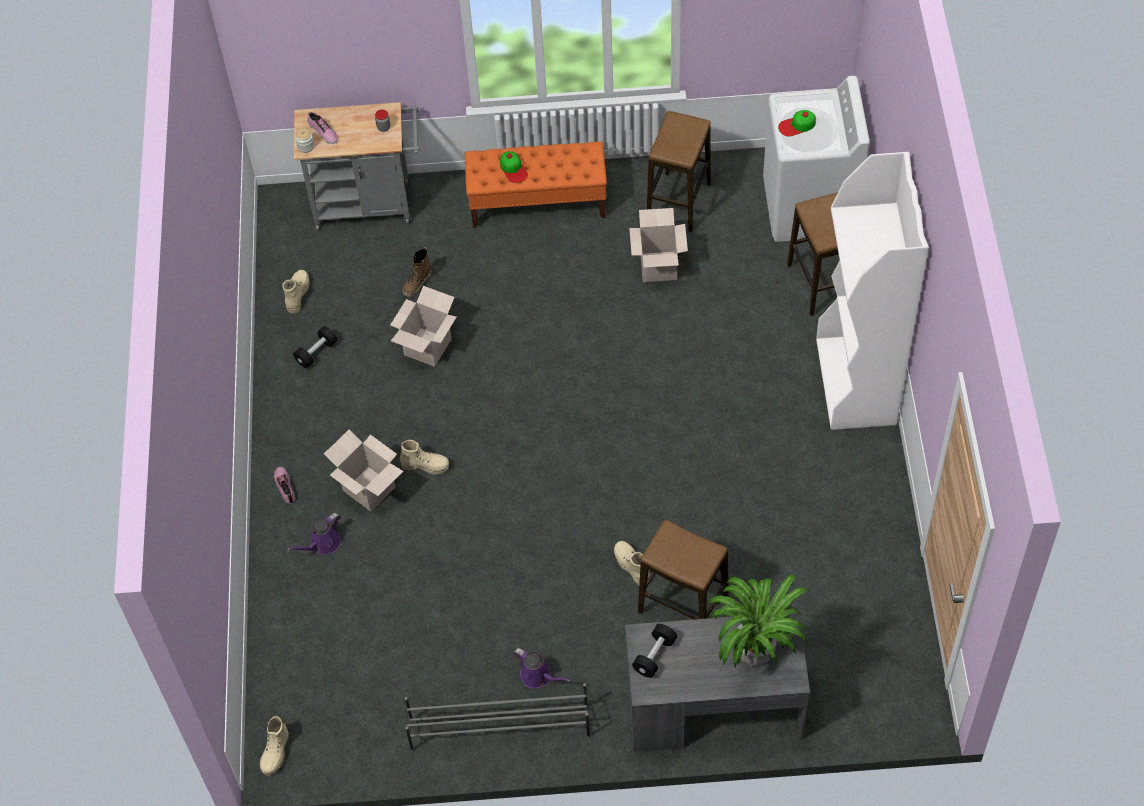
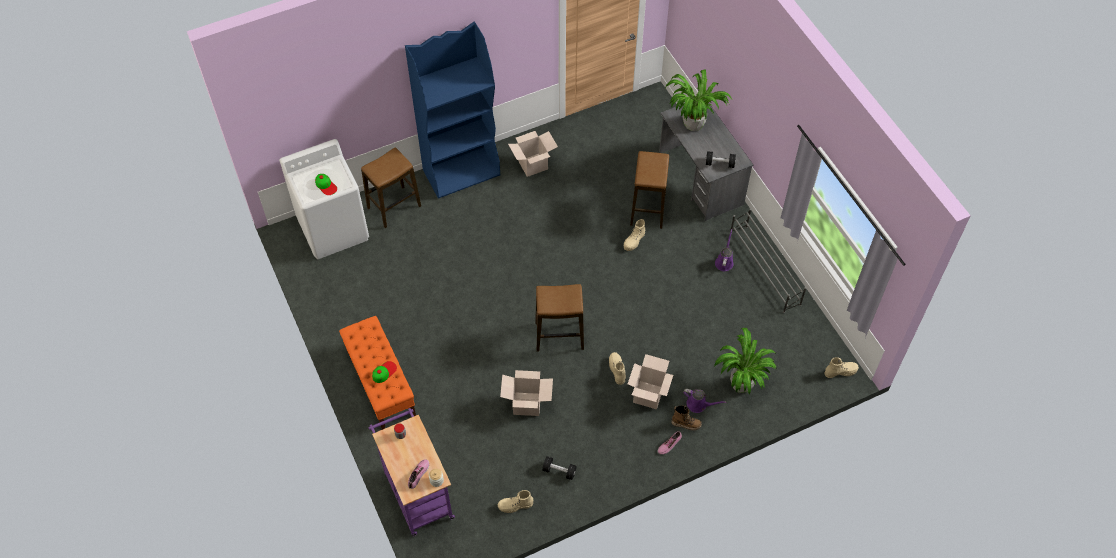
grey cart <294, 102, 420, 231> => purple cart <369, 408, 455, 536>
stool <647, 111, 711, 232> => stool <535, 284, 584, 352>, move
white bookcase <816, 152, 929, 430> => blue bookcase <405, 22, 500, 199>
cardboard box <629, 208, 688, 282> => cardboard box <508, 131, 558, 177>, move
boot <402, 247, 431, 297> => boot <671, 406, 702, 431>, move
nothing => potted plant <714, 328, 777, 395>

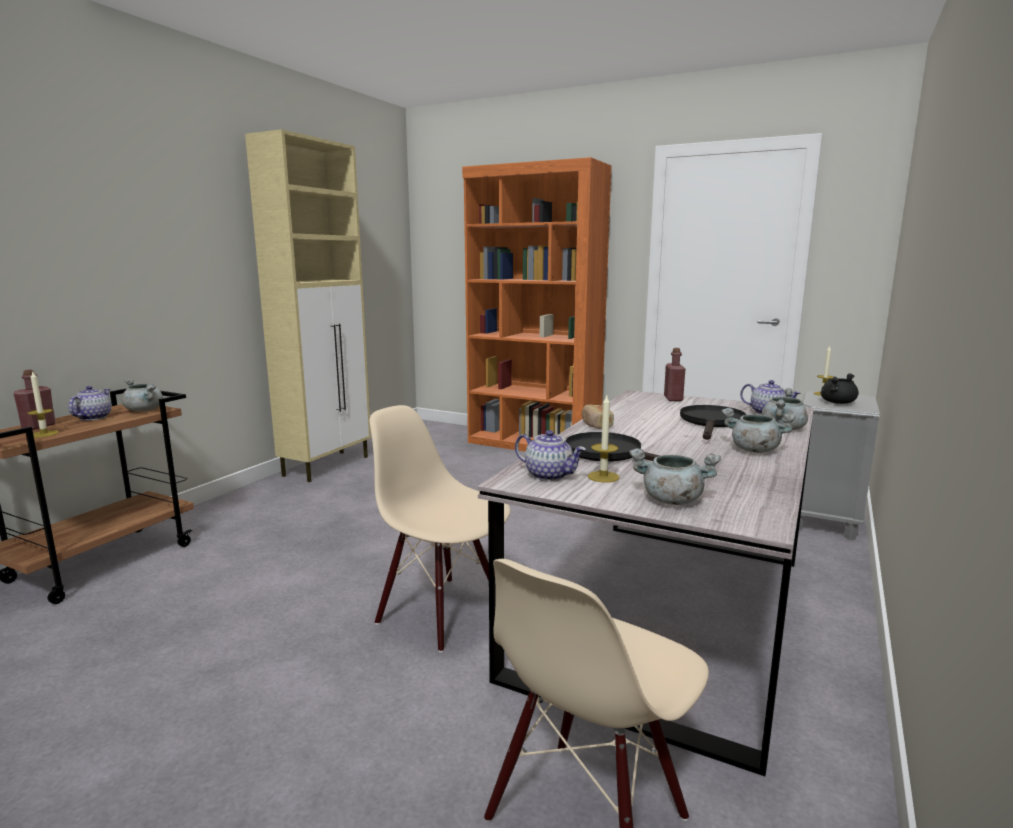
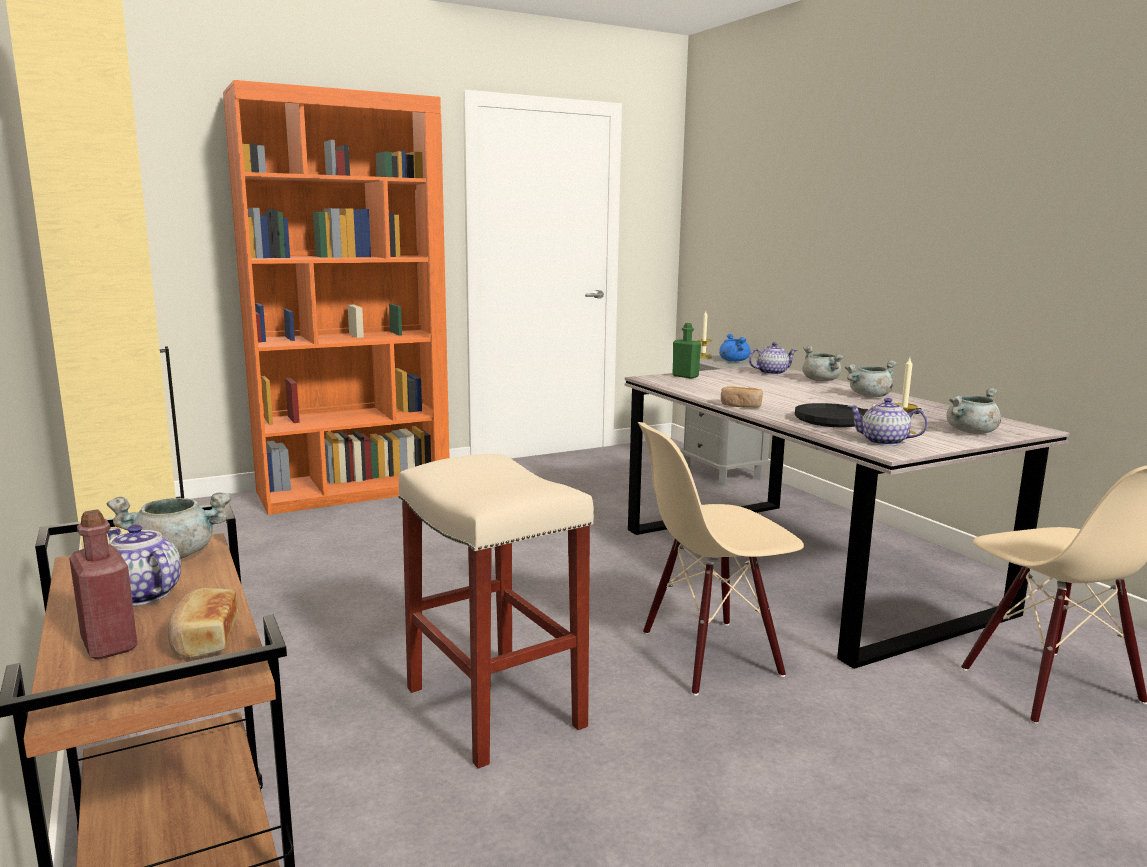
red bottle <664, 348, 685, 401> => green bottle <672, 323, 701, 379>
candle <28, 371, 59, 438> => bread <168, 588, 238, 659>
black cooking pot <821, 373, 859, 404> => blue cooking pot <719, 334, 751, 362>
black frying pan <680, 405, 746, 440> => nothing
teapot <515, 430, 586, 481> => teapot <847, 398, 928, 446>, 135 degrees counterclockwise
nothing => beige stool <399, 454, 594, 769>

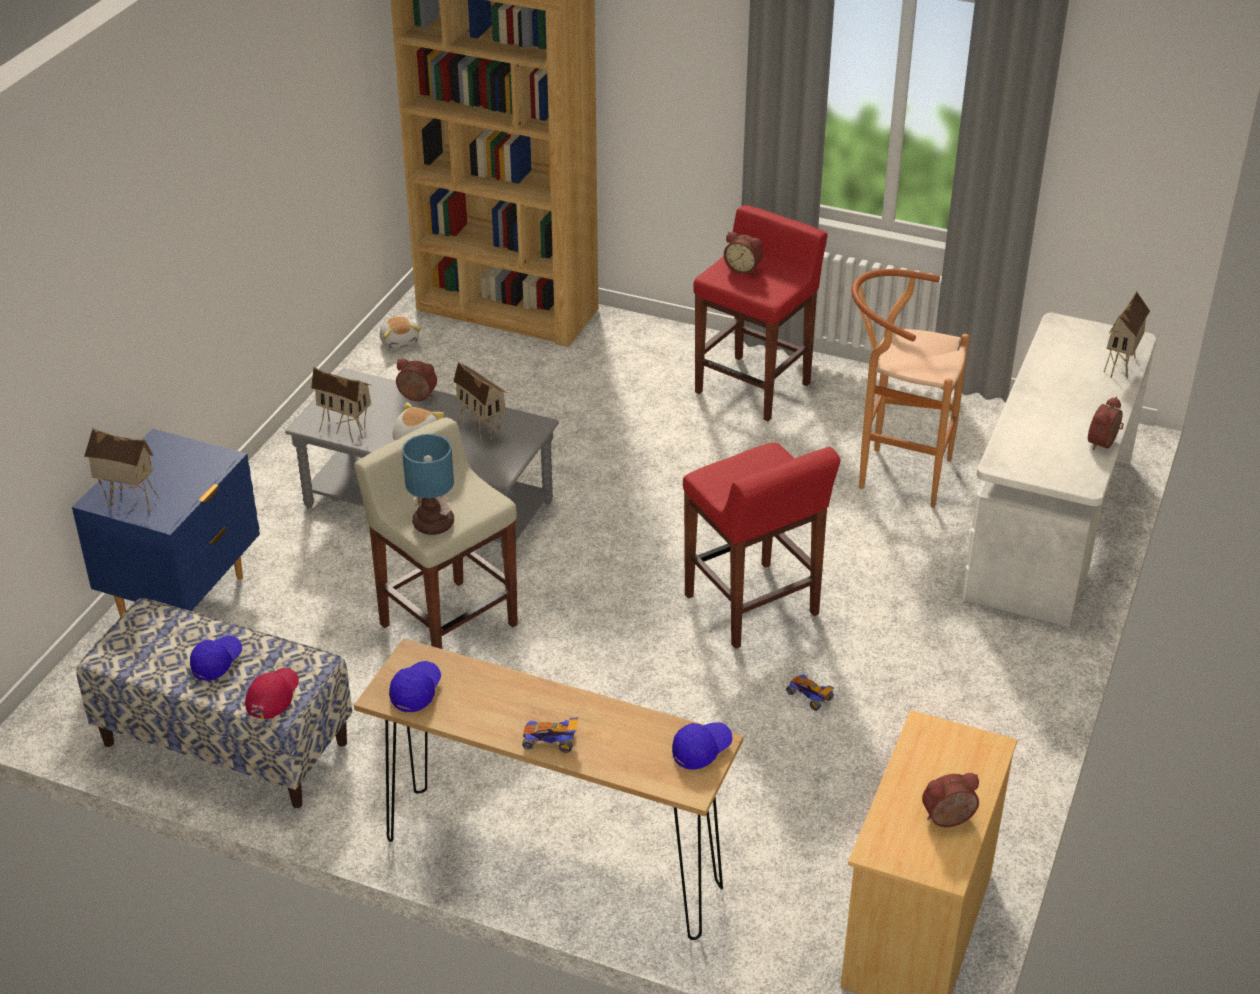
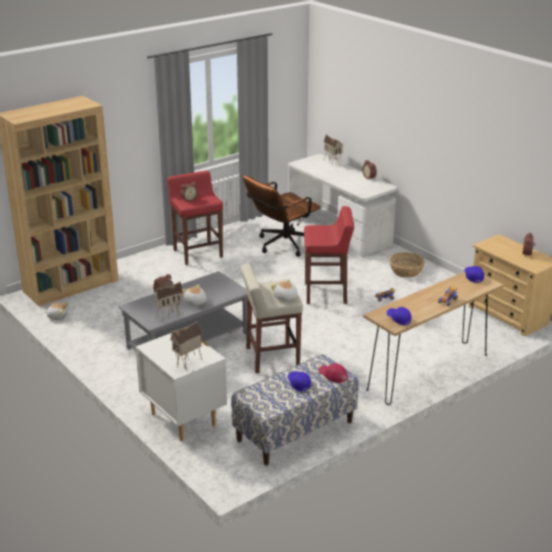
brown stool <851, 269, 969, 508> => brown office chair <243, 176, 320, 257>
toy house <453, 361, 507, 444> => nothing
blue nightstand <72, 429, 260, 617> => white nightstand <136, 333, 227, 441>
table lamp <402, 434, 454, 535> => plush toy <271, 279, 298, 302>
nothing => basket <389, 252, 425, 278>

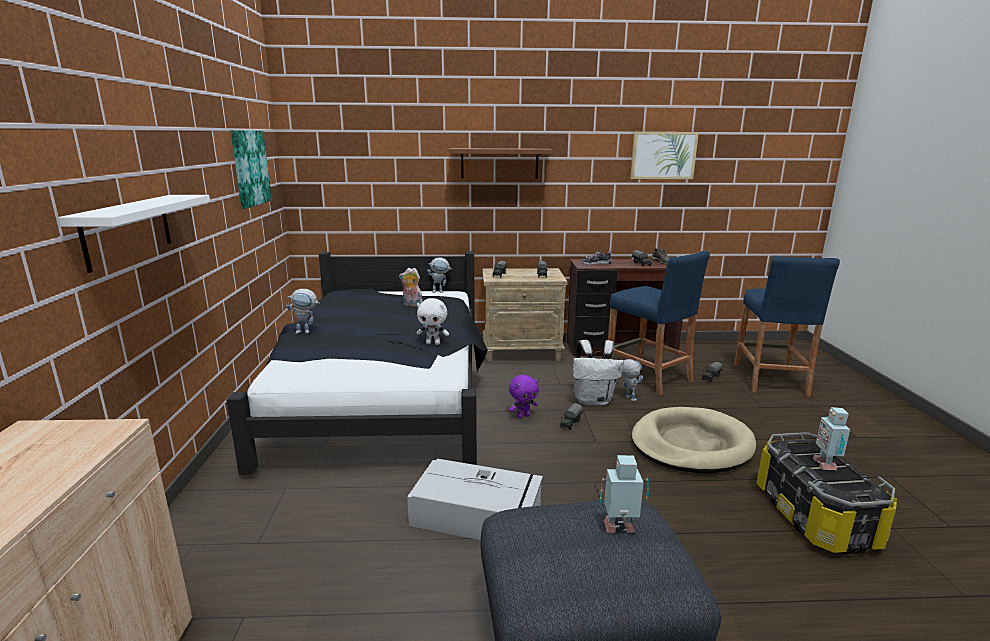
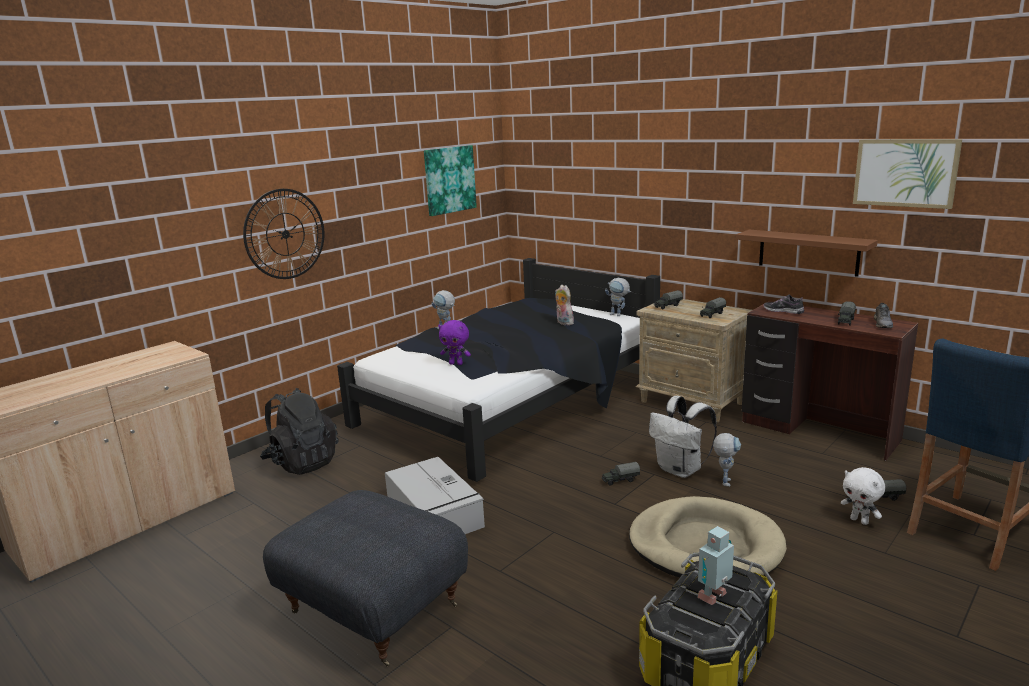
brown shelf <449, 148, 553, 178> => brown shelf <736, 229, 878, 277>, move
white shelf <58, 195, 210, 273> => wall clock <243, 189, 324, 279>
blue stool <608, 251, 710, 396> => nothing
white plush toy <417, 298, 449, 345> => white plush toy <841, 467, 885, 525>, move
purple plush toy <509, 375, 539, 418> => purple plush toy <438, 320, 471, 365>, move
toy robot <600, 455, 650, 533> => nothing
nothing => black backpack <260, 388, 338, 475>

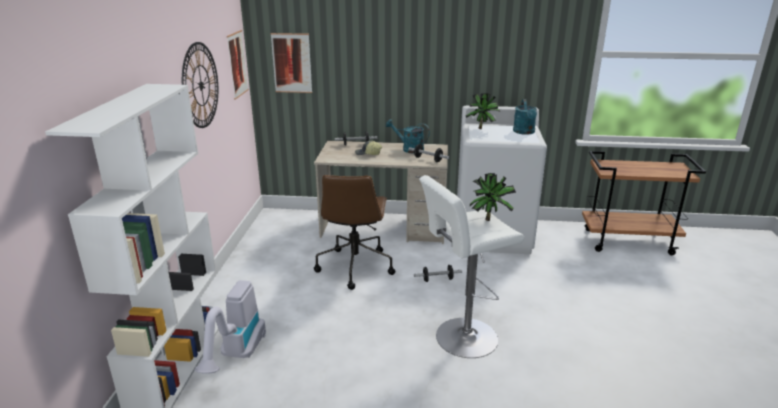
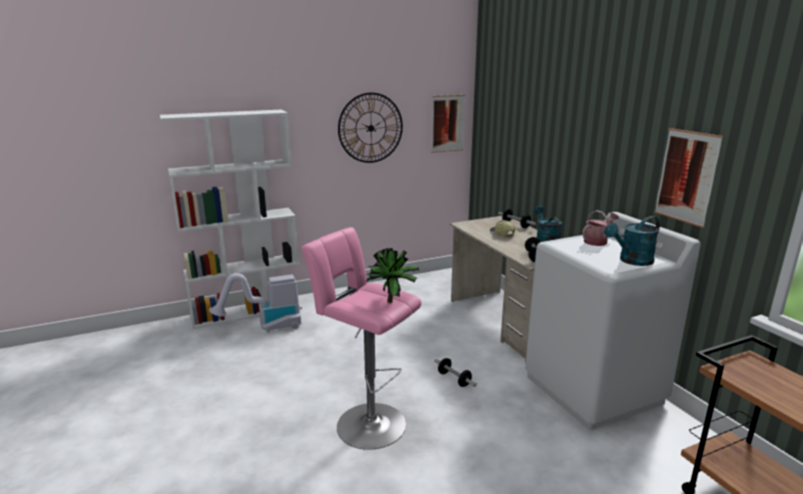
picture <270, 33, 312, 93> => picture <654, 128, 723, 228>, move
potted plant <466, 93, 500, 129> => watering can <582, 210, 619, 246>
brown office chair <314, 175, 395, 290> => nothing
white stool <419, 175, 524, 358> => pink stool <301, 227, 422, 450>

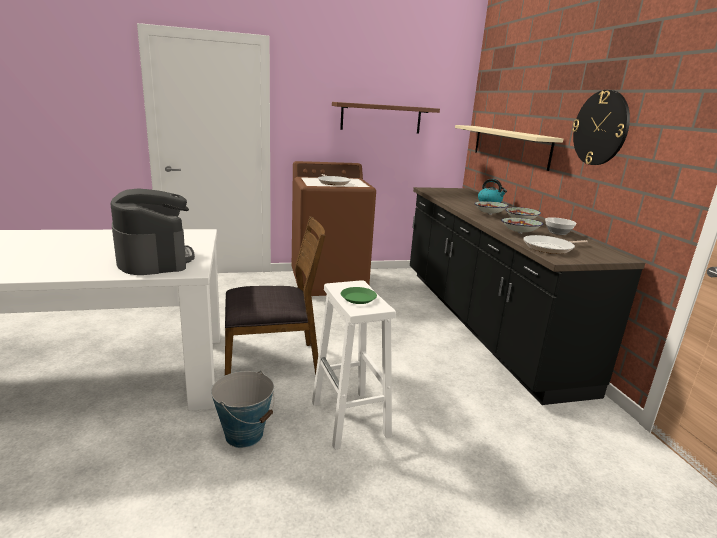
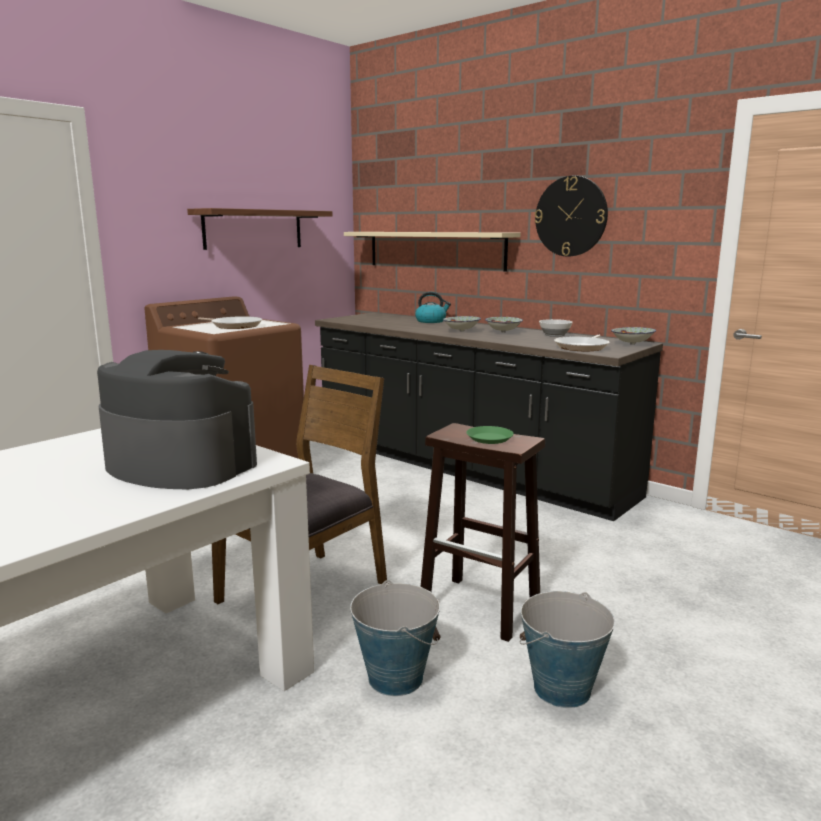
bowl <501, 218, 543, 234> => bowl <611, 327, 656, 345>, move
white stool <312, 280, 396, 450> => brown stool <421, 423, 545, 642>
nothing => bucket <520, 591, 615, 708>

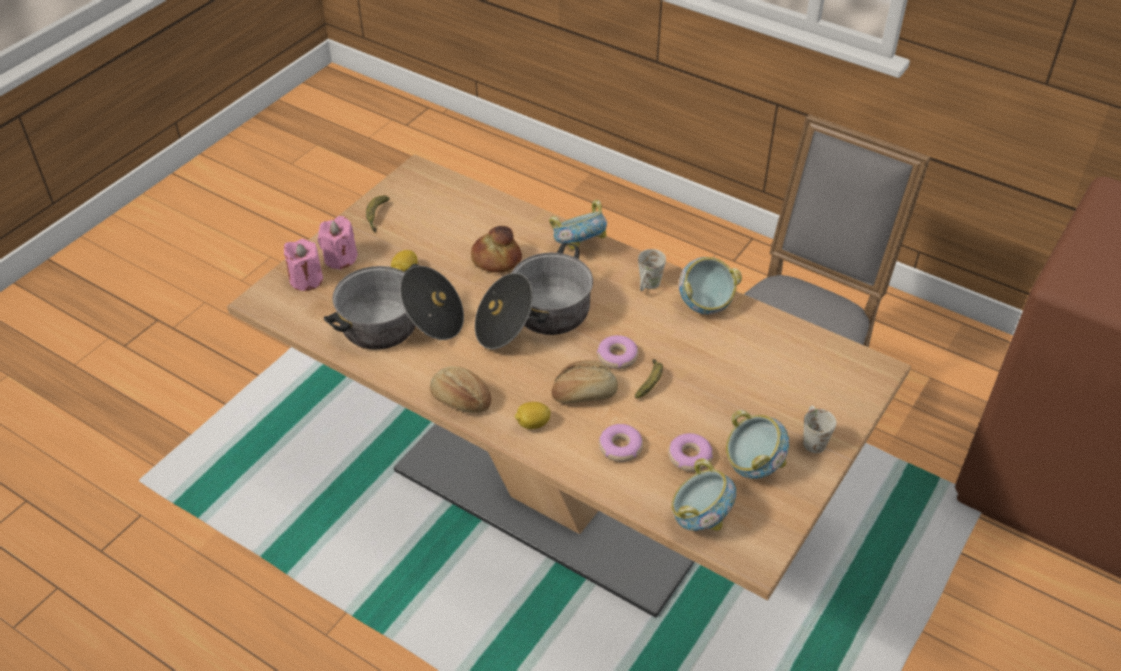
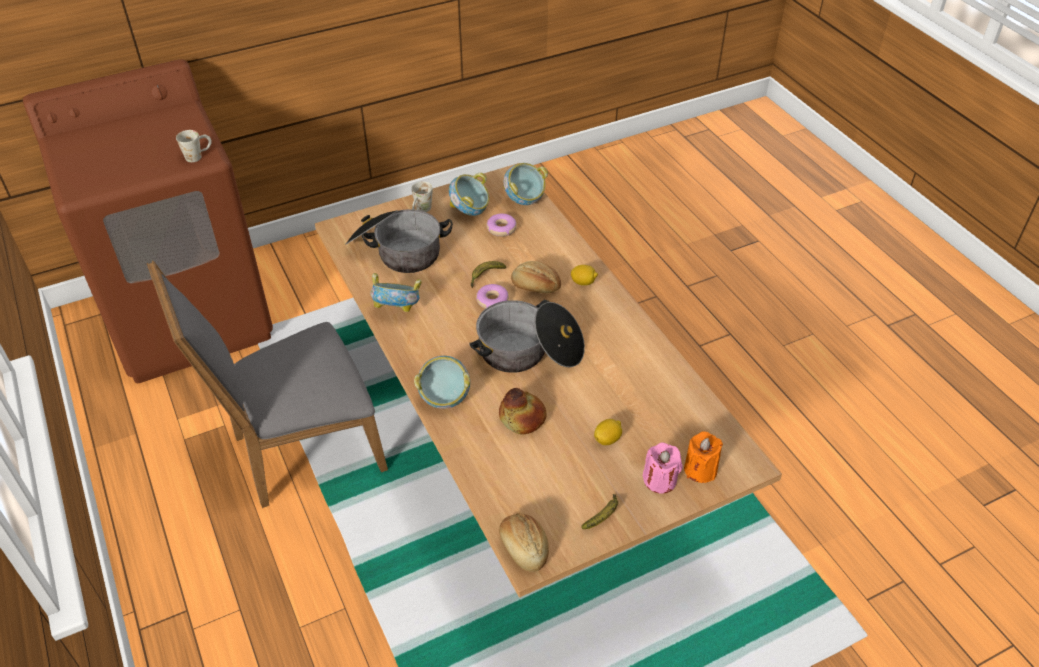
pink candle <284, 239, 323, 291> => orange candle <684, 431, 723, 483>
white mug <638, 249, 666, 291> => white mug <176, 130, 212, 162>, move
cooking pot <324, 264, 464, 350> => cooking pot <345, 209, 453, 273>, move
bread <430, 366, 491, 413> => bread <499, 514, 549, 572>, move
donut <599, 424, 643, 462> => nothing

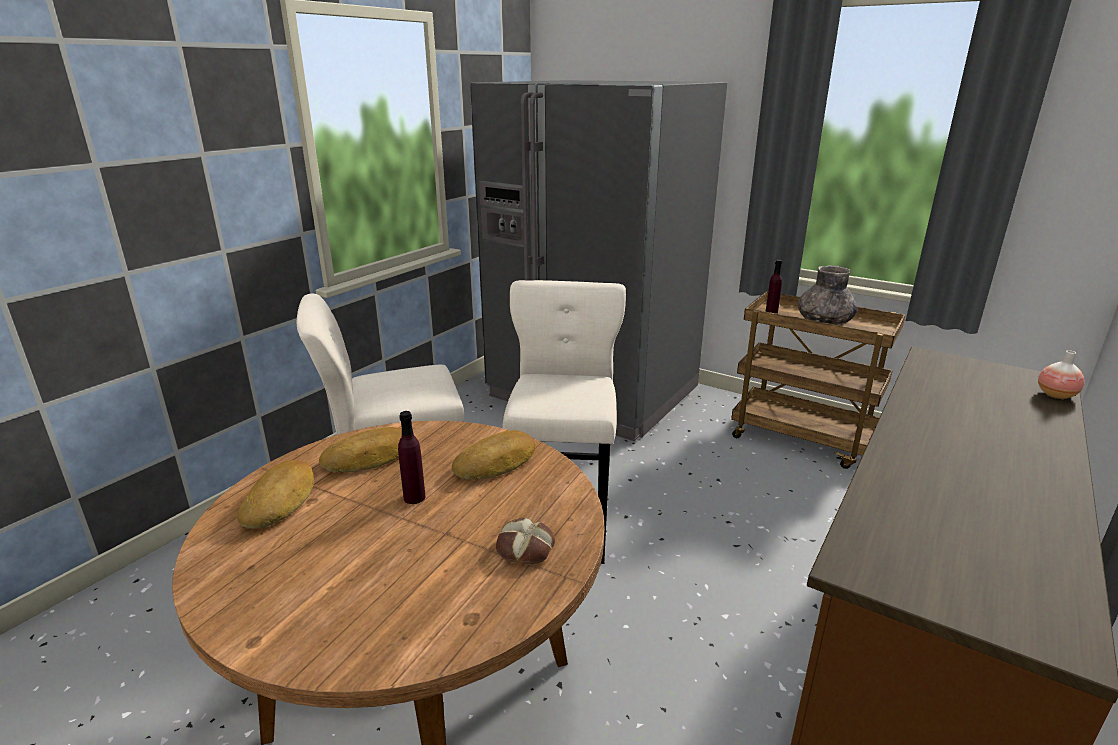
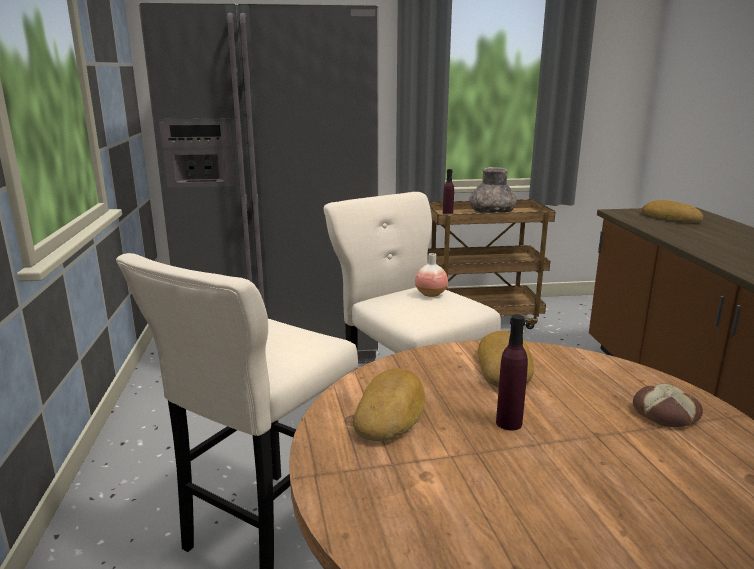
vase <1038, 350, 1084, 399> => vase <415, 253, 448, 297>, move
bread <237, 460, 314, 529> => bread <642, 200, 703, 223>, move

